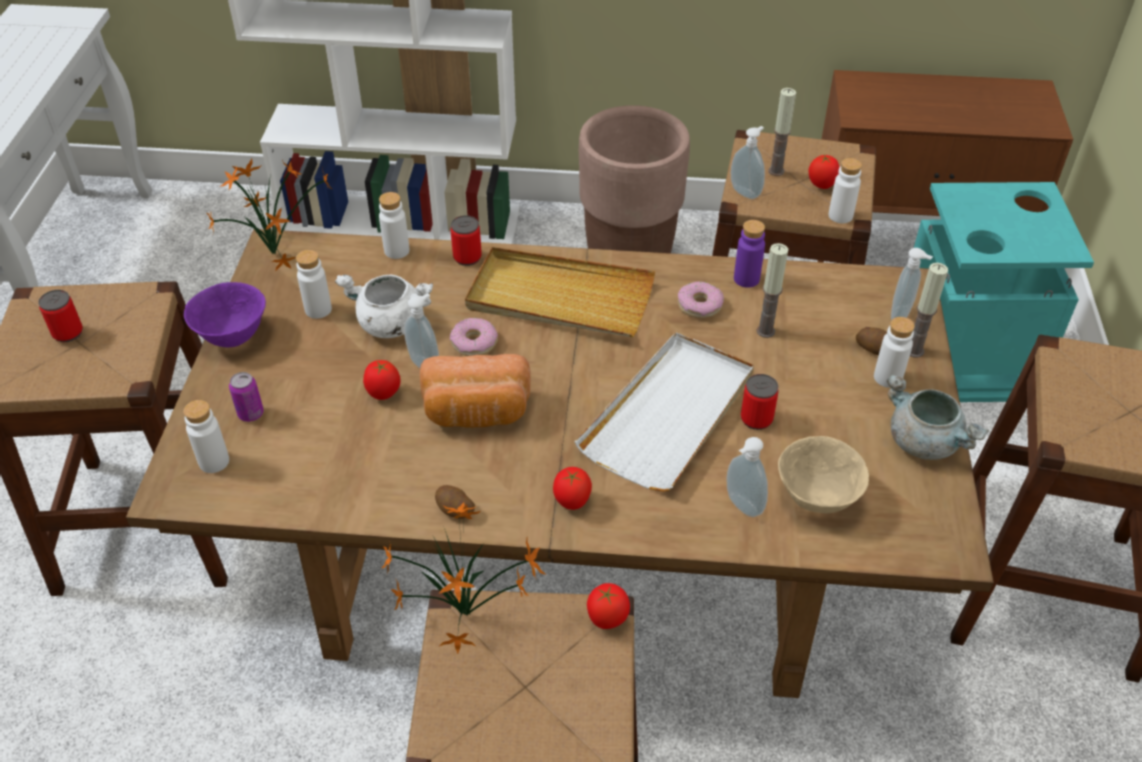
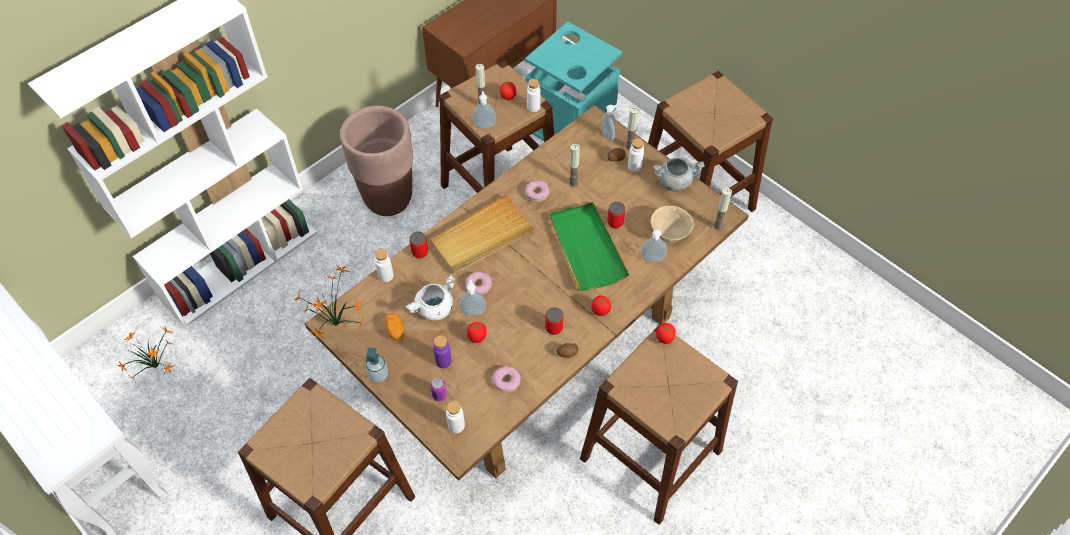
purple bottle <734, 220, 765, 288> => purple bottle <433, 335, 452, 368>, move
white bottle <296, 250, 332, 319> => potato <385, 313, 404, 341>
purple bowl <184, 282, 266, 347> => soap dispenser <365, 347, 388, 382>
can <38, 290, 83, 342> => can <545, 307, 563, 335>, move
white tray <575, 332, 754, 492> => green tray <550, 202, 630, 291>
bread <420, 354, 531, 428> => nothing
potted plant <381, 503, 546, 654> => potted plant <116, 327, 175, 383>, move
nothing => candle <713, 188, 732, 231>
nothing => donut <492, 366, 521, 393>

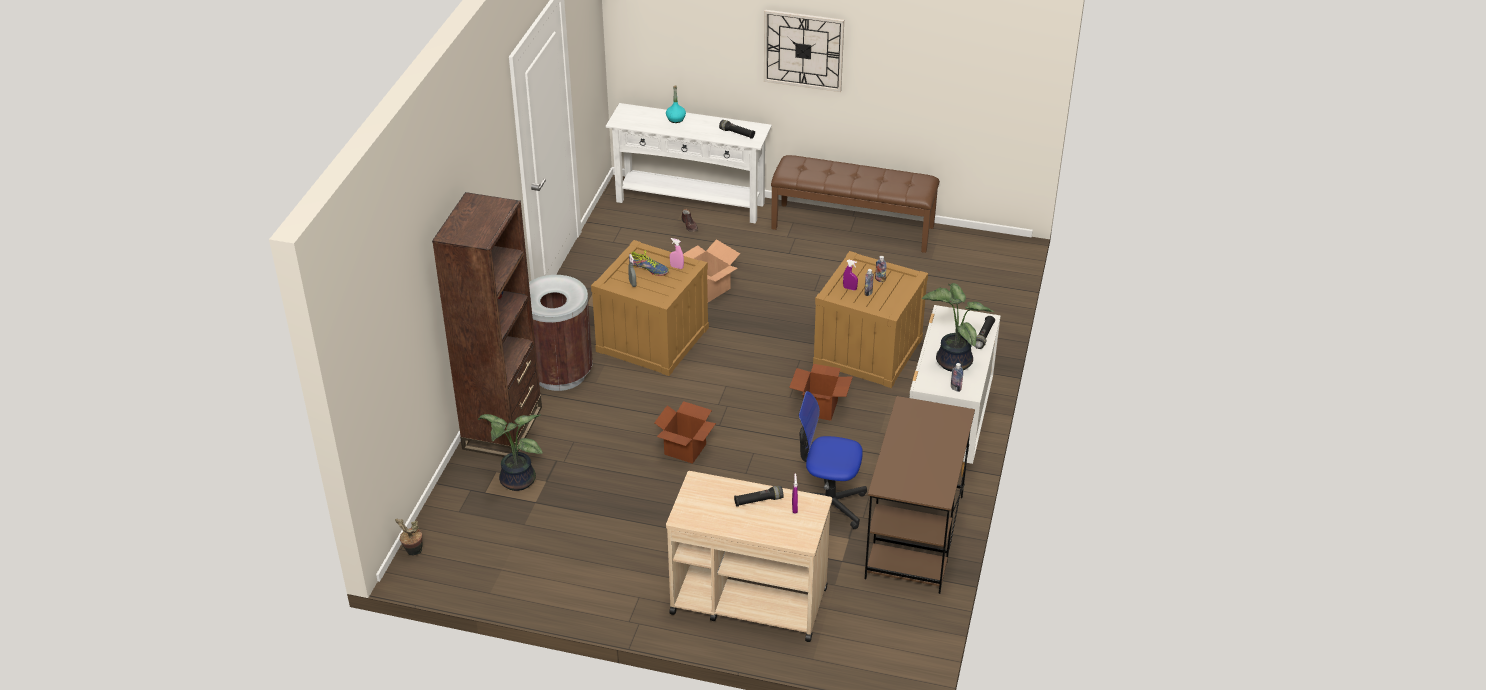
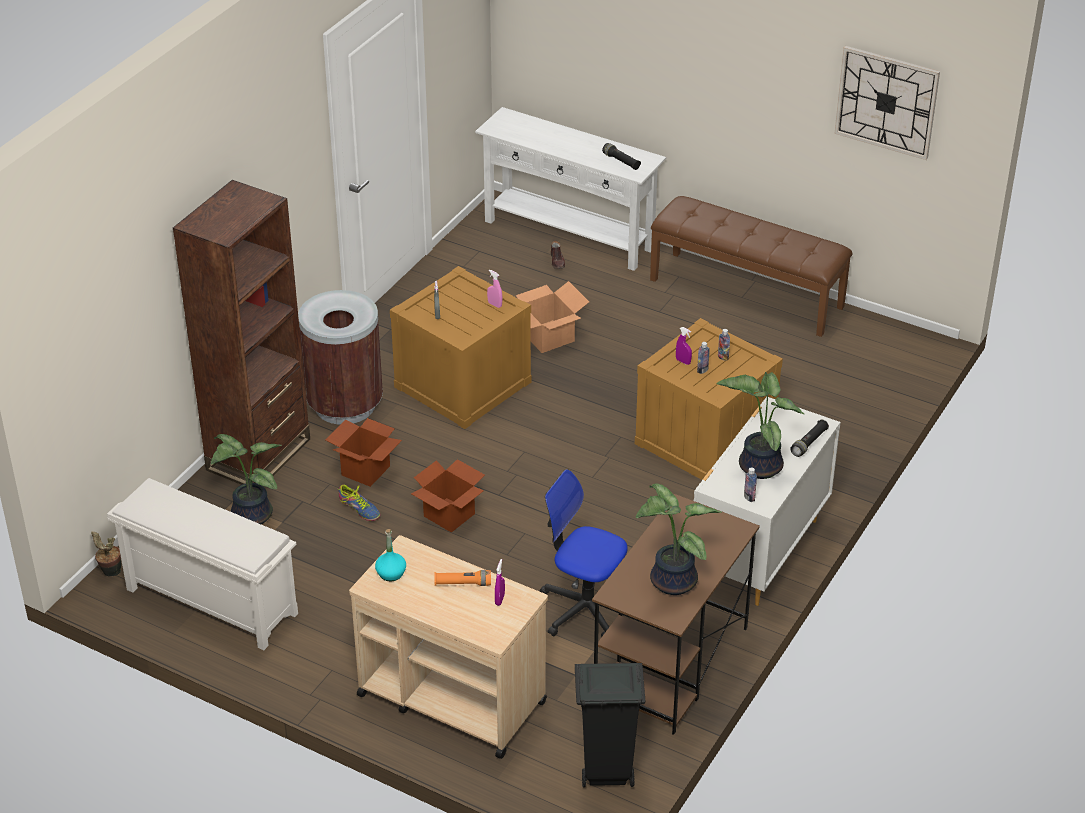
wall clock <764, 10, 844, 92> => wall clock <834, 46, 940, 160>, move
turquoise bottle <666, 85, 686, 123> => turquoise bottle <375, 529, 406, 582>, move
shoe <629, 250, 669, 276> => shoe <338, 485, 380, 521>, move
cardboard box <789, 364, 853, 421> => cardboard box <325, 418, 402, 487>, move
black flashlight <734, 486, 784, 507> => orange flashlight <434, 570, 491, 586>
nothing => white shoe rack <107, 478, 298, 650>
nothing => potted plant <636, 483, 722, 595>
nothing => black trash can <575, 663, 645, 788>

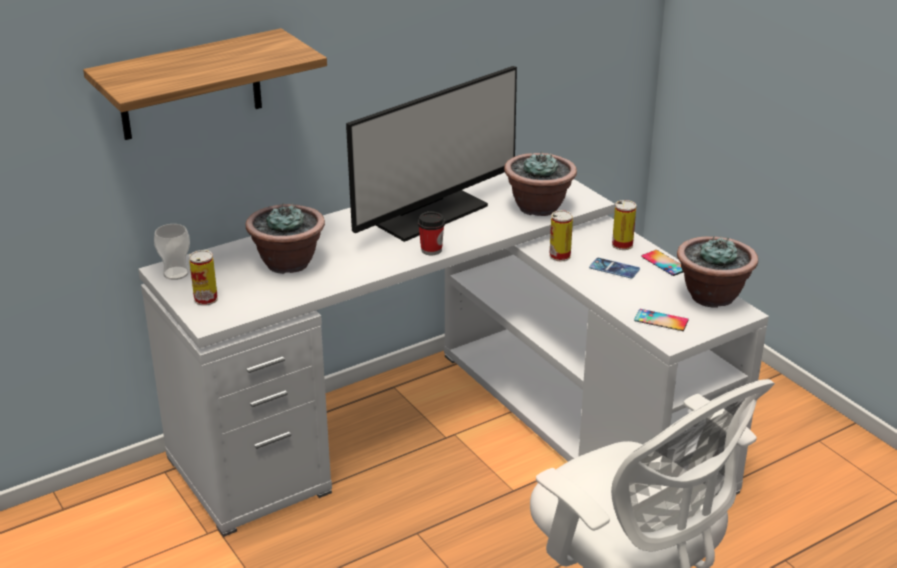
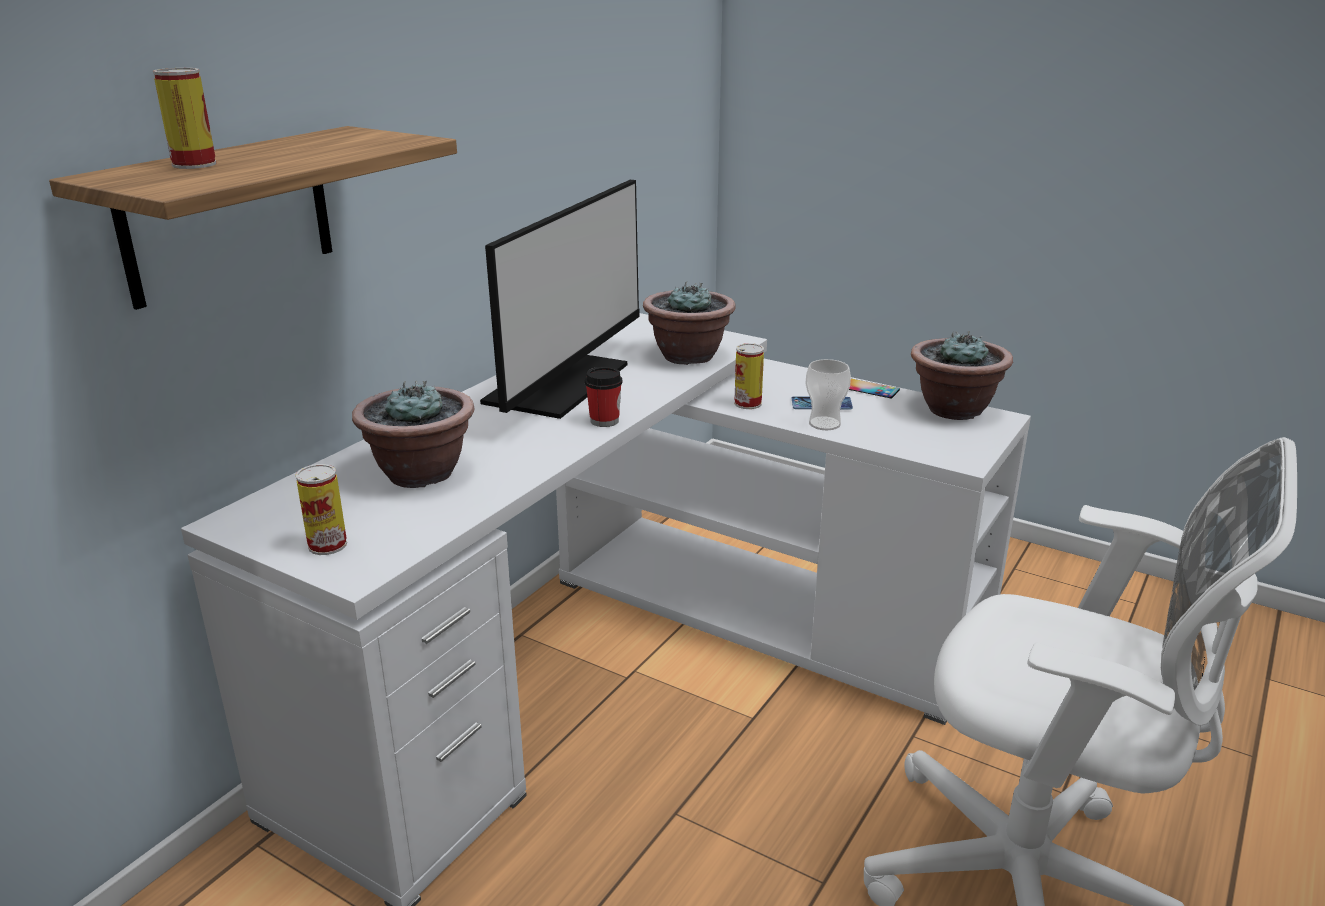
can <612, 200, 636, 250> => can <153, 68, 216, 169>, move
cup <154, 224, 190, 280> => cup <806, 359, 851, 430>, move
phone <634, 309, 689, 331> => nothing

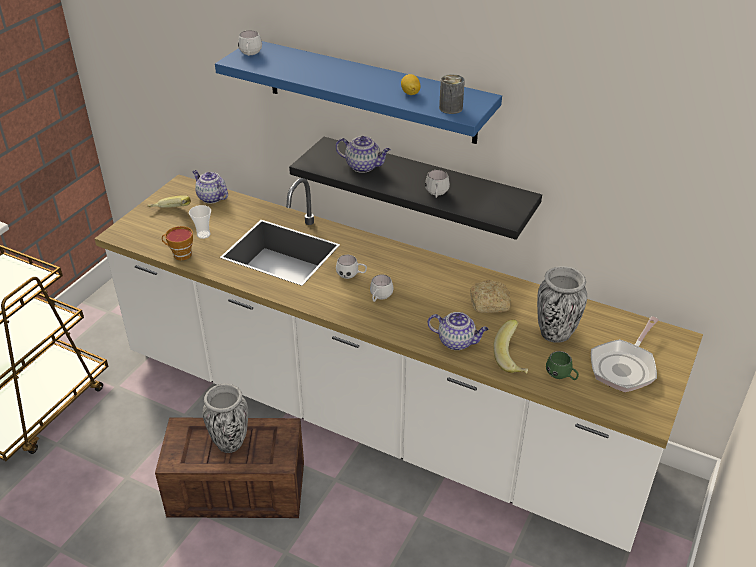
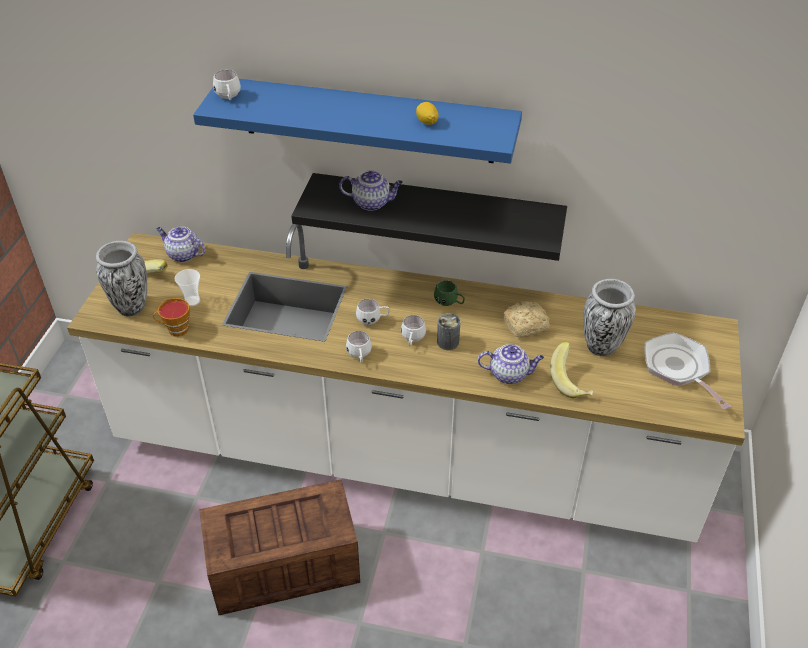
can <439, 74, 465, 114> => can <437, 313, 460, 350>, move
white mug <425, 170, 450, 198> => white mug <346, 331, 372, 363>, move
frying pan <591, 316, 659, 392> => frying pan <644, 332, 731, 410>, 135 degrees clockwise
green mug <546, 351, 579, 380> => green mug <434, 280, 465, 306>, move
vase <203, 384, 248, 453> => vase <96, 241, 147, 316>, move

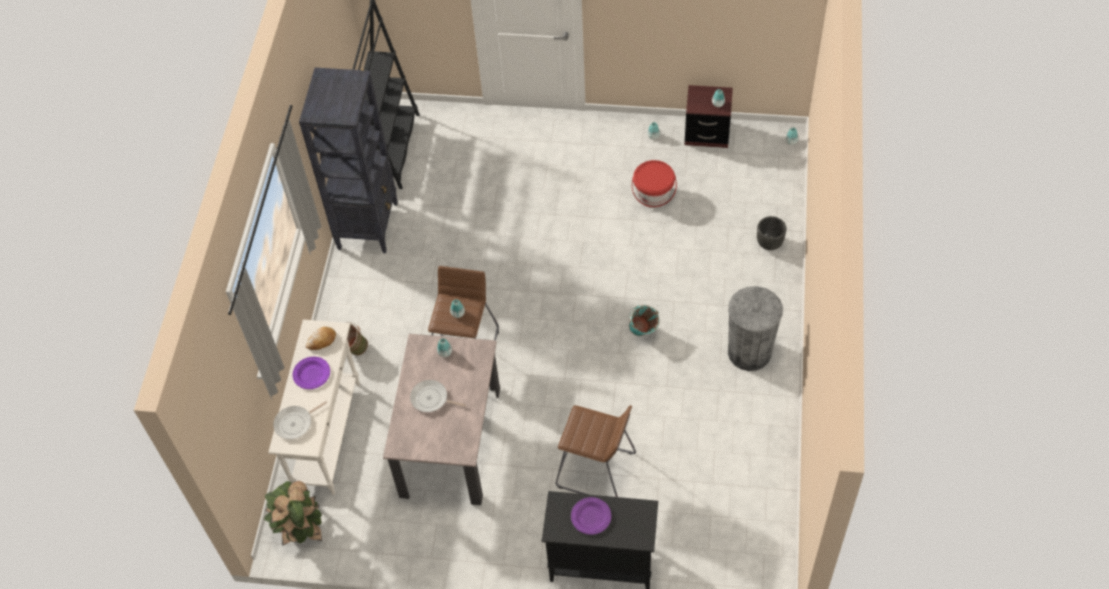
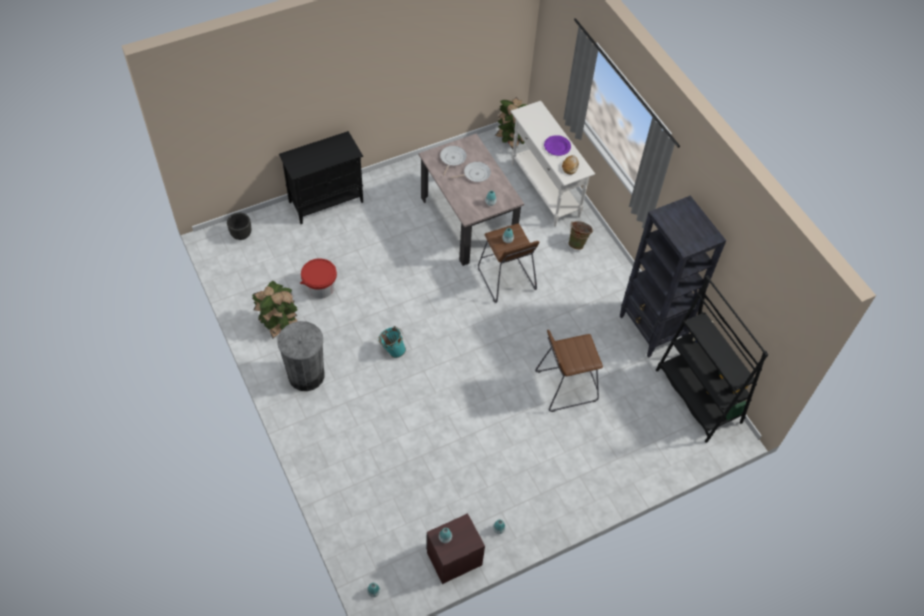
red bucket <632, 160, 677, 208> => red bucket <300, 258, 337, 299>, move
black planter <757, 216, 786, 250> => black planter <227, 213, 251, 240>, move
frying pan <273, 401, 327, 439> => frying pan <440, 146, 467, 176>, move
brown stool <556, 405, 636, 497> => brown stool <535, 330, 603, 412>, move
purple plate <571, 497, 611, 535> => nothing
nothing => potted plant <252, 281, 298, 338>

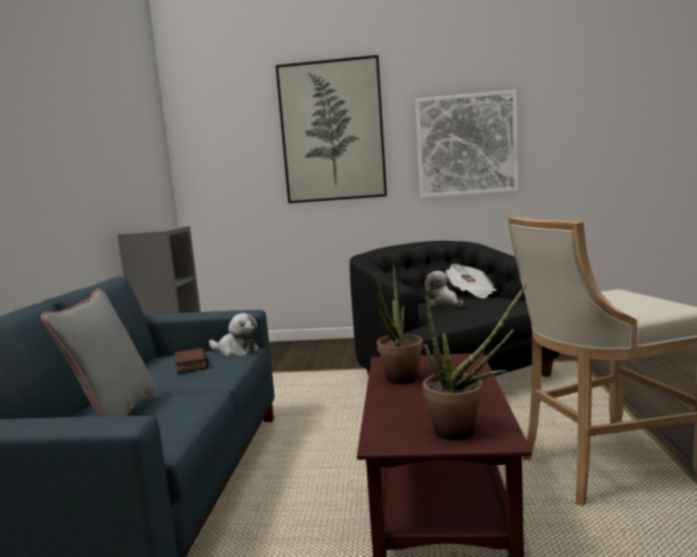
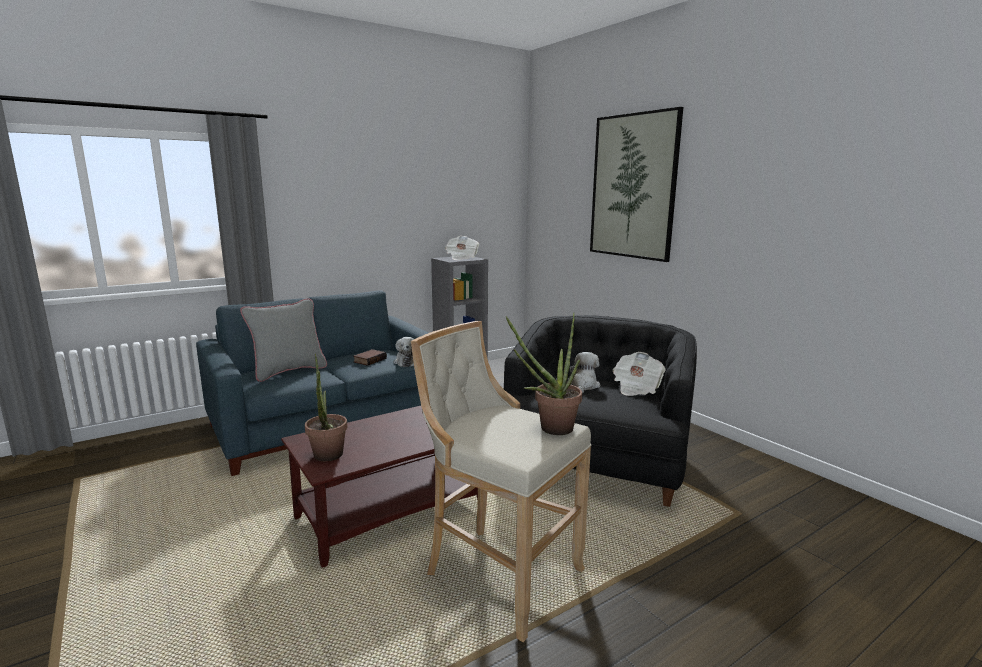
picture <415, 90, 518, 198> => nothing
potted plant <376, 263, 423, 384> => potted plant <506, 313, 582, 435>, move
nothing => newspaper <445, 236, 479, 260>

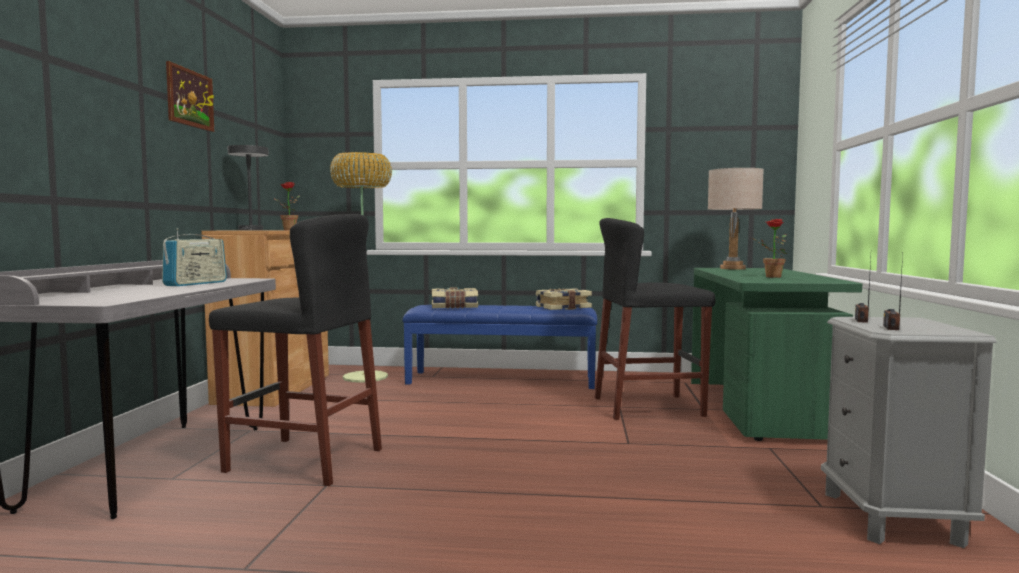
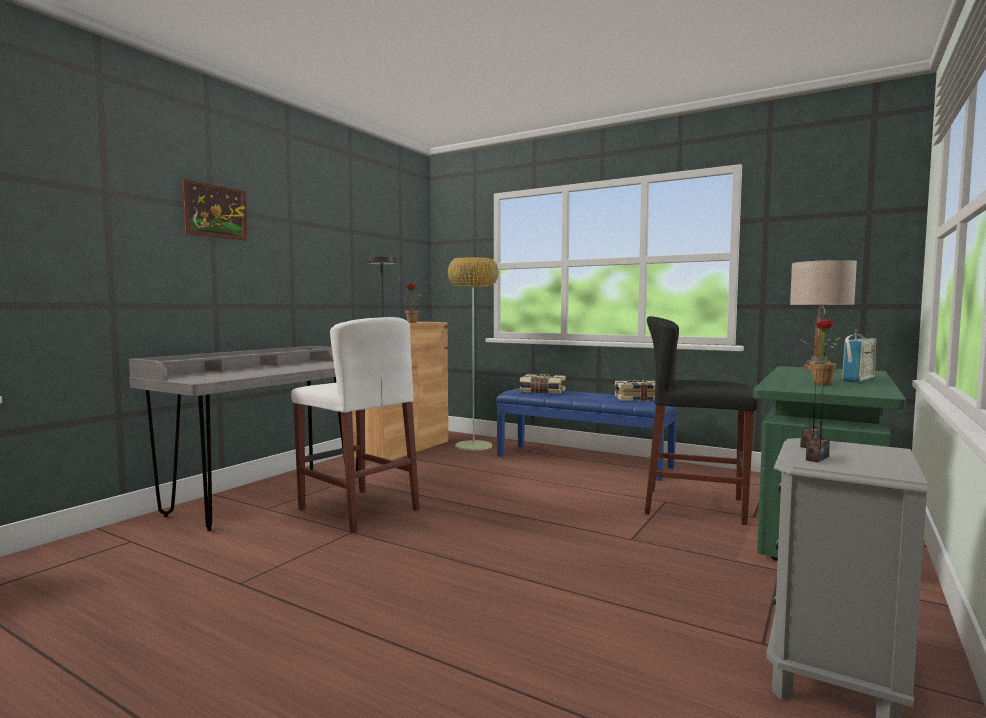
picture <166, 61, 214, 132> => picture <182, 179, 248, 241>, move
black stool <209, 214, 382, 486> => white stool <291, 317, 420, 533>
radio <162, 229, 227, 286> => radio <842, 330, 876, 383>, move

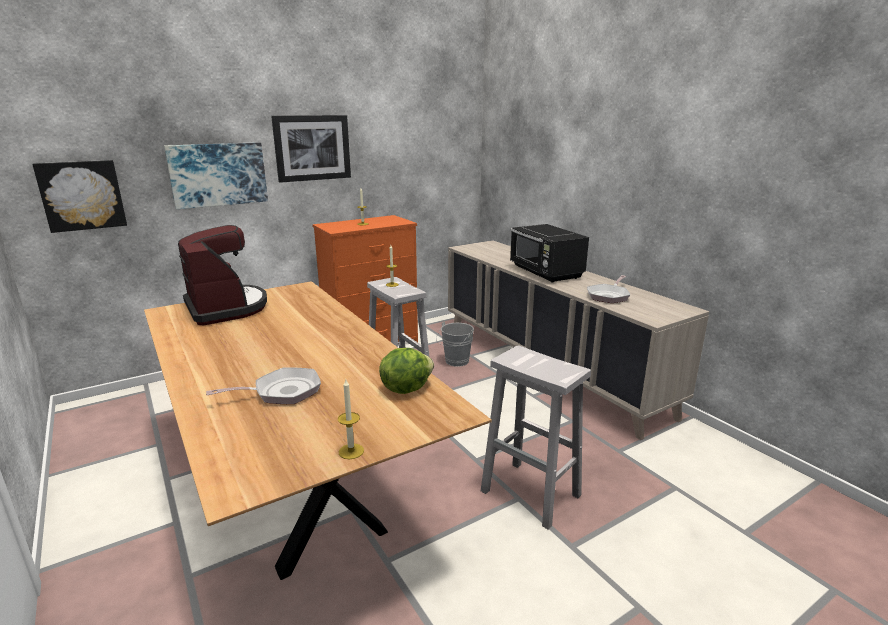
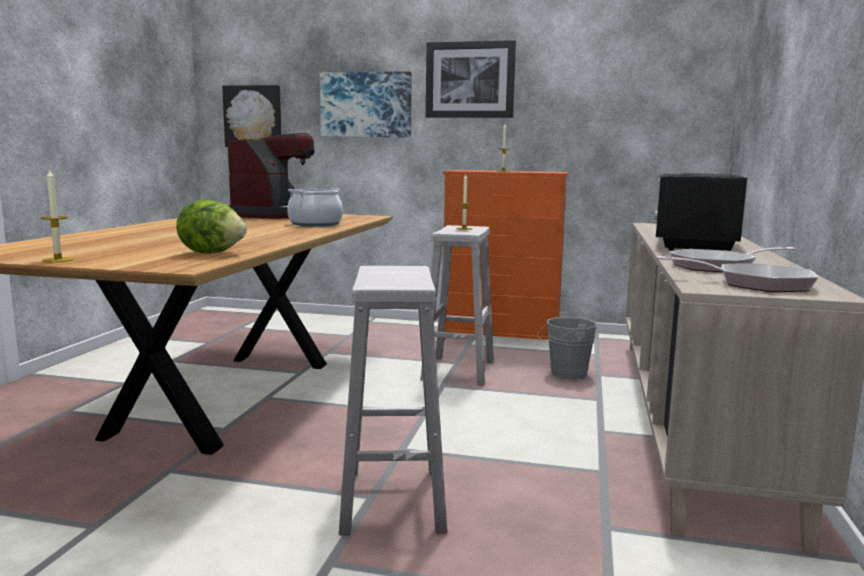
frying pan <206, 367, 321, 404> => frying pan <658, 256, 818, 292>, move
nothing => cooking pot <287, 188, 343, 227>

